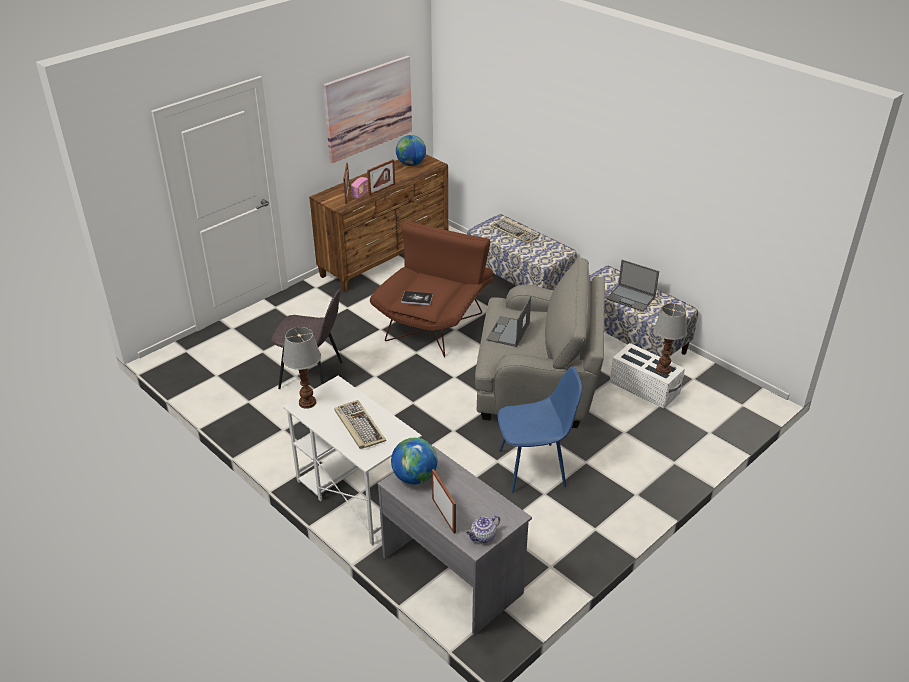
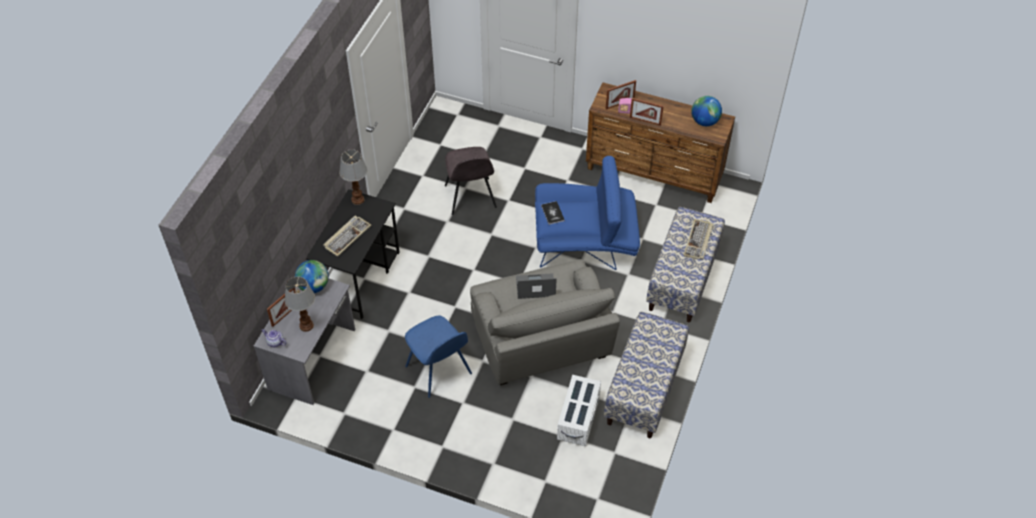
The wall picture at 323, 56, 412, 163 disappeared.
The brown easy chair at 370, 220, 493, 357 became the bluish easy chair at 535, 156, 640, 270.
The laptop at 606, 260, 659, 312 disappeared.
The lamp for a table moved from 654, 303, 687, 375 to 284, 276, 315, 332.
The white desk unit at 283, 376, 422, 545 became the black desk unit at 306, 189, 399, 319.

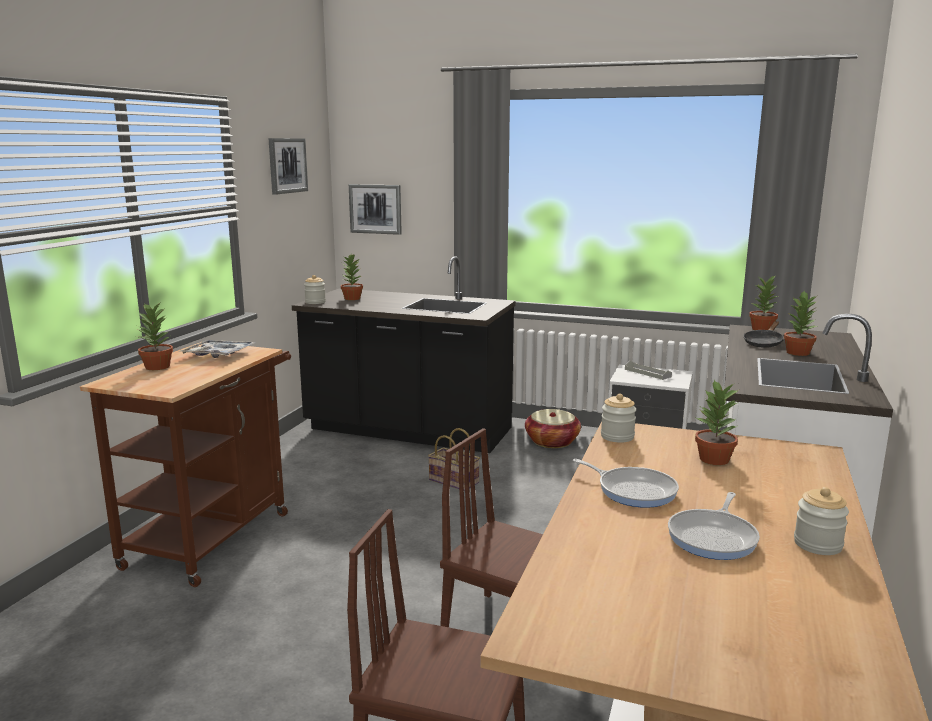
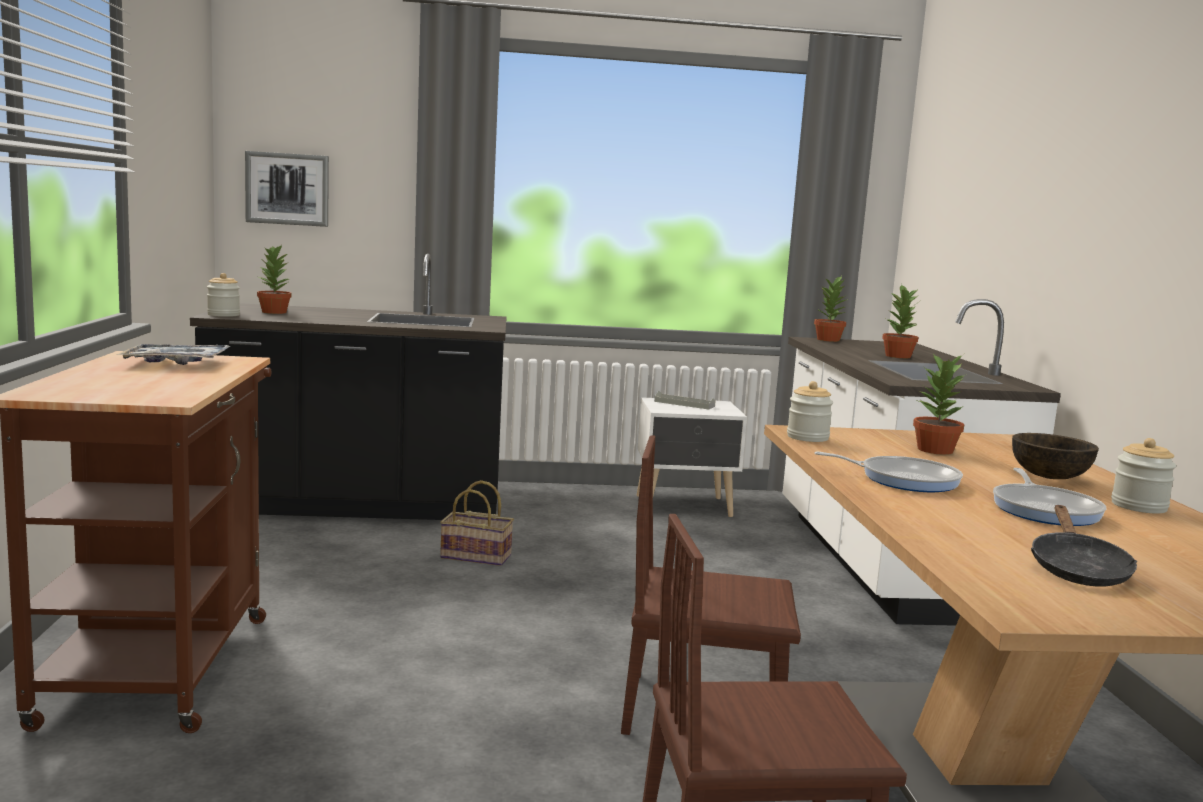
The wall picture at 268, 138, 308, 195 disappeared.
The potted plant at 136, 303, 173, 370 disappeared.
The black skillet moved from 744, 321, 784, 348 to 1031, 505, 1137, 587.
The storage basket at 525, 409, 581, 448 disappeared.
The brown serving bowl at 1012, 433, 1099, 479 appeared.

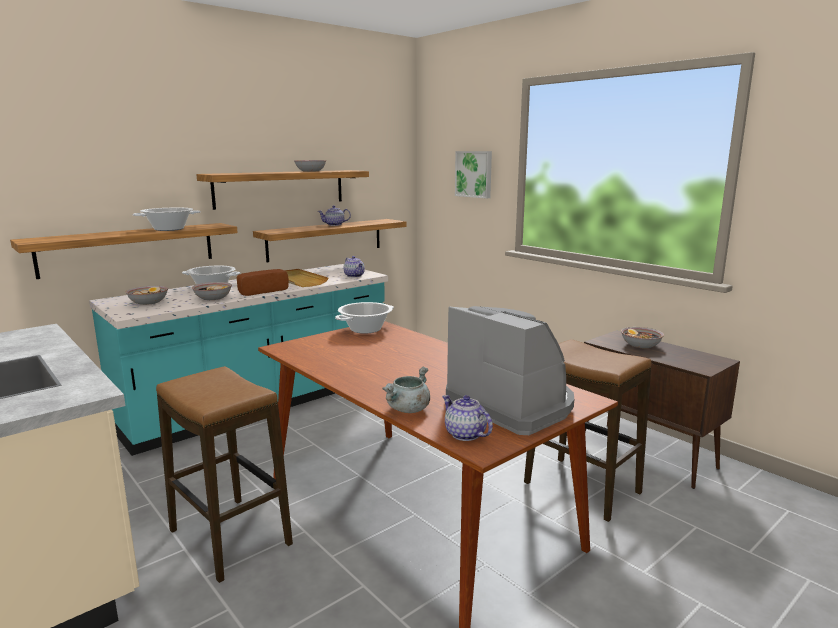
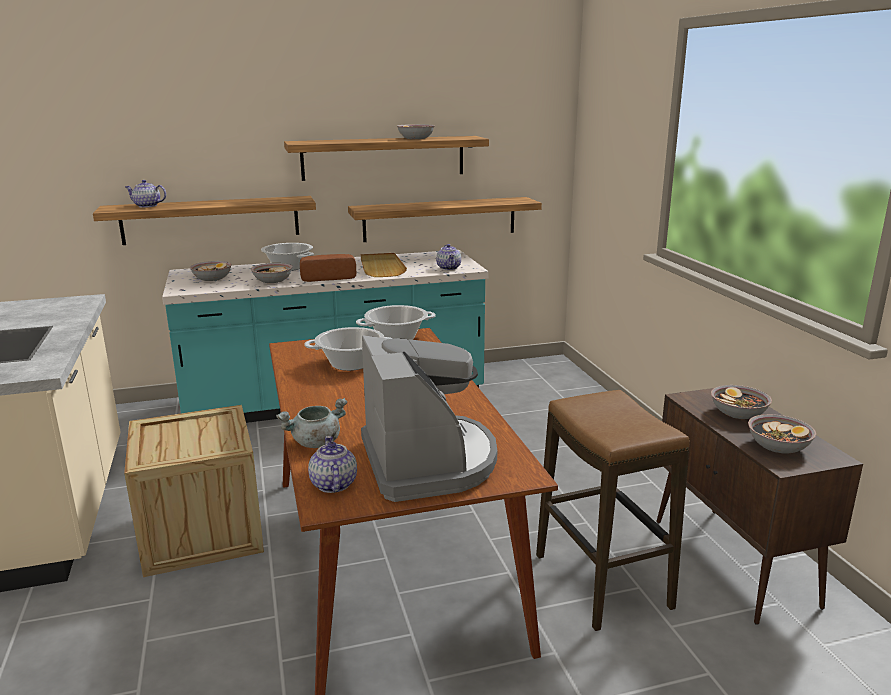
The wall picture at 455, 151, 492, 199 disappeared.
The pot for tea moved from 318, 206, 351, 226 to 125, 180, 166, 208.
The cooking pot moved from 132, 208, 201, 231 to 304, 327, 393, 371.
The stool seat at 156, 366, 293, 583 was replaced by the crate at 124, 405, 264, 577.
The serving bowl at 748, 414, 816, 454 appeared.

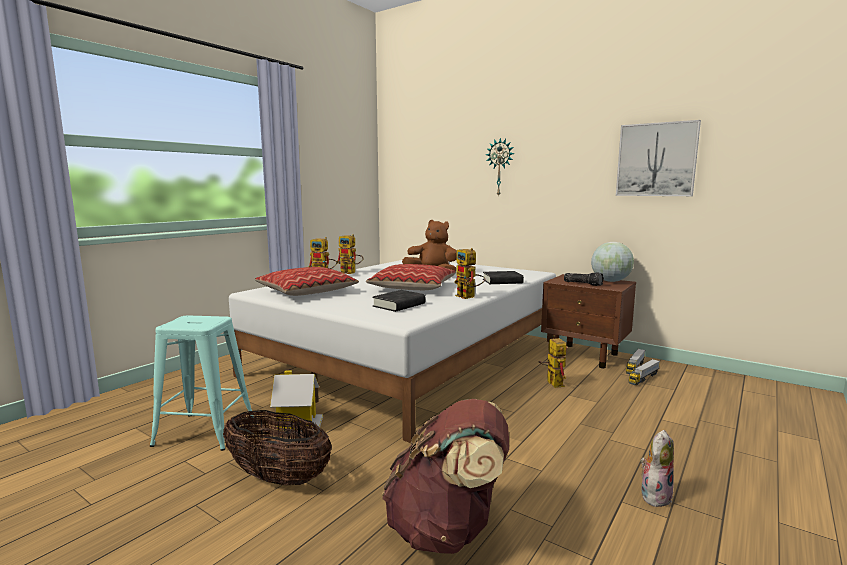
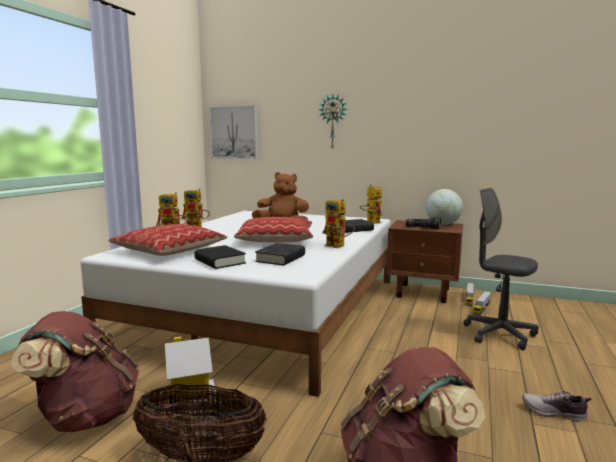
The wall picture moved from 616, 120, 701, 196 to 209, 105, 258, 159.
The turquoise stool seat at 150, 315, 254, 451 was replaced by the brown knapsack at 11, 311, 139, 432.
The model robot moved from 539, 335, 567, 388 to 360, 184, 383, 224.
The plush toy at 641, 430, 674, 507 was replaced by the shoe at 522, 391, 592, 422.
The gray office chair at 463, 188, 539, 350 appeared.
The black volume at 195, 245, 246, 269 appeared.

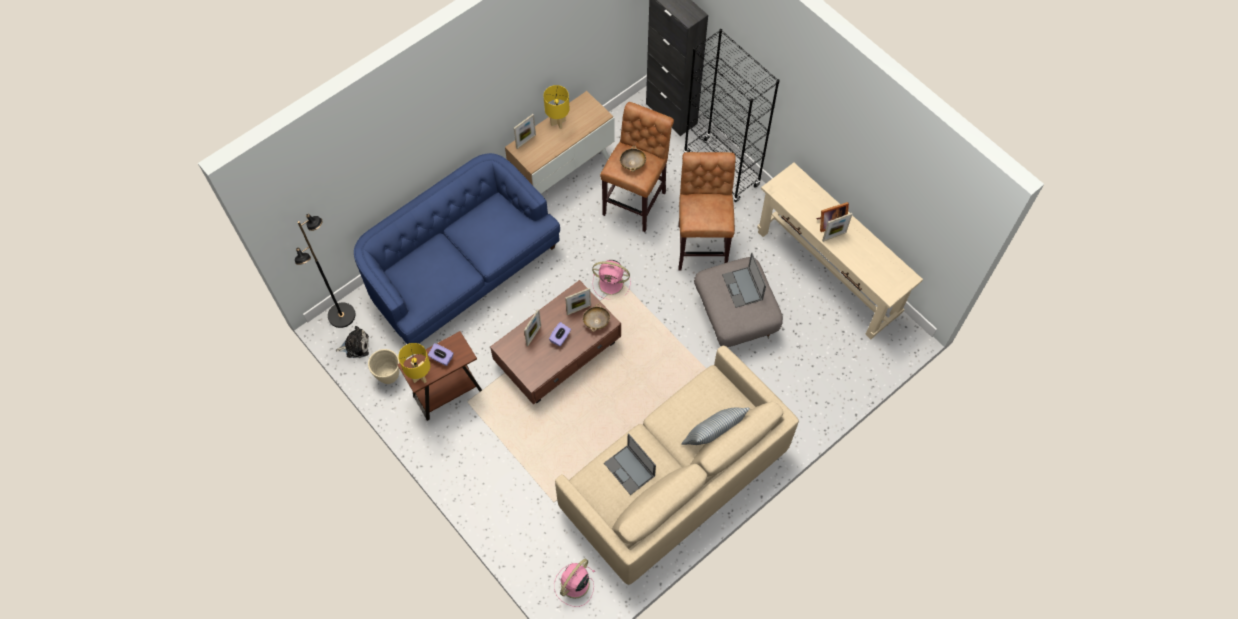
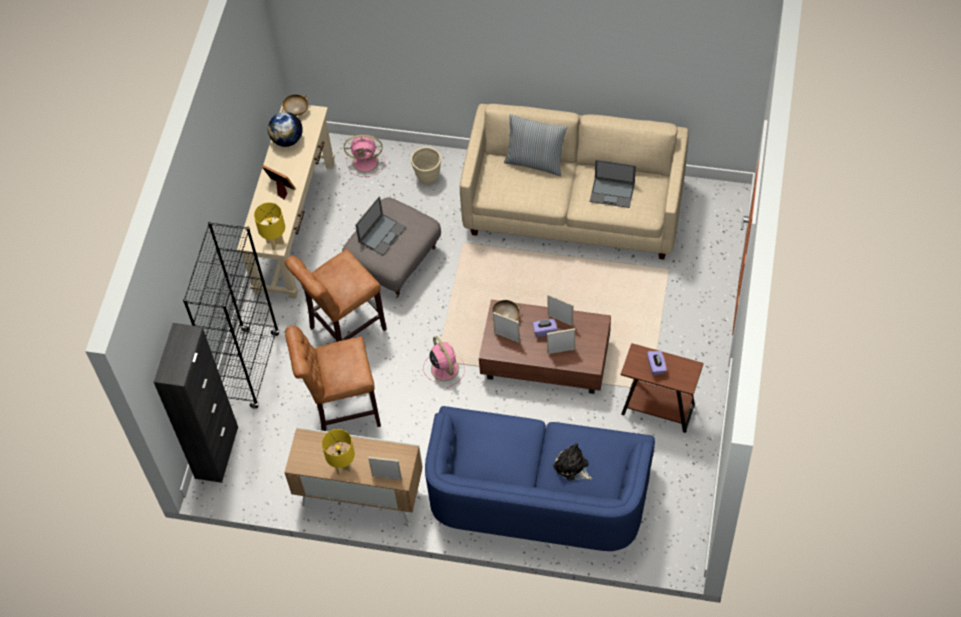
The beige serving bowl moved from 620, 146, 646, 172 to 281, 94, 309, 116.
The photo frame moved from 822, 213, 852, 242 to 547, 294, 573, 326.
The black floor lamp at 295, 214, 355, 328 disappeared.
The plush toy moved from 336, 326, 369, 358 to 553, 443, 592, 481.
The yellowish lamp for a table moved from 398, 343, 430, 383 to 254, 202, 285, 250.
The beige flower pot moved from 368, 349, 400, 384 to 411, 147, 441, 185.
The laptop at 604, 433, 656, 495 turned 90 degrees clockwise.
The pinkish fan moved from 554, 558, 595, 607 to 344, 134, 385, 177.
The world globe at 268, 112, 303, 147 appeared.

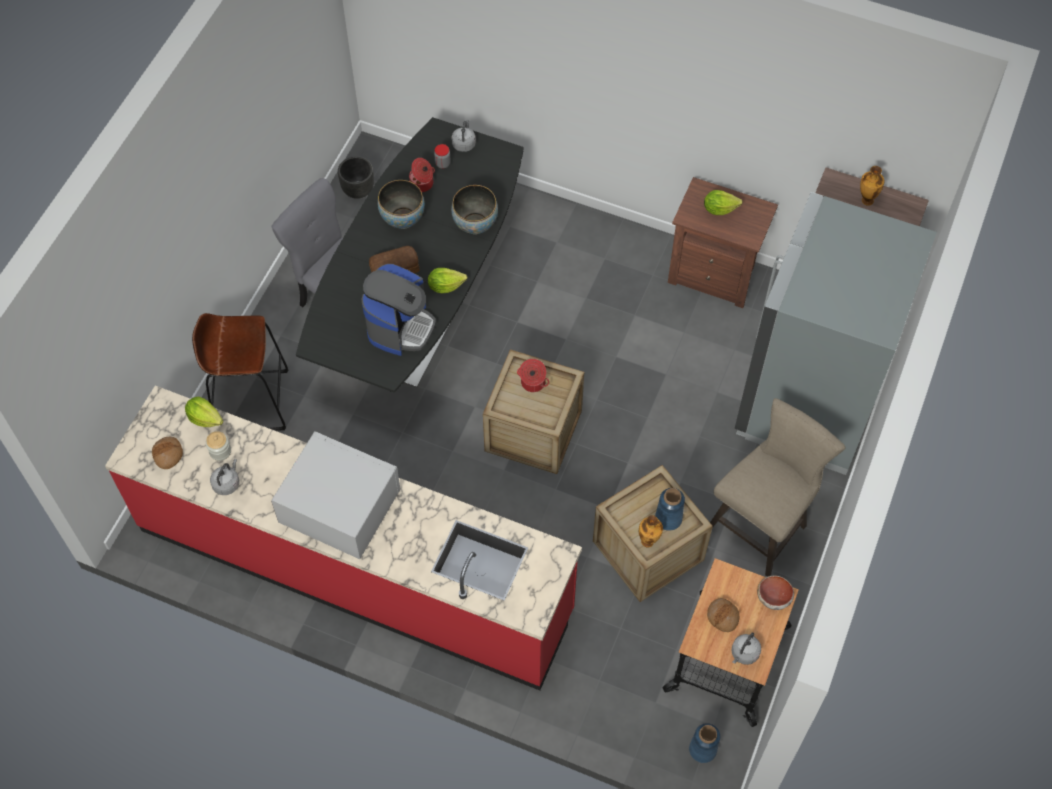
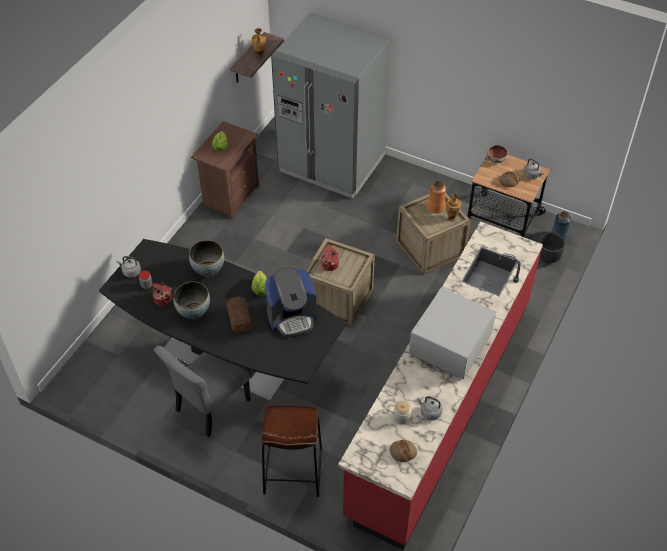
The black flower pot moved from 338, 156, 374, 199 to 539, 233, 565, 264.
The coffee brewer at 362, 264, 436, 356 turned 135 degrees clockwise.
The head of lettuce at 185, 397, 223, 427 disappeared.
The beige stool seat at 710, 398, 845, 577 disappeared.
The bluish decorative vase at 655, 488, 685, 531 became the orangey decorative vase at 428, 181, 446, 213.

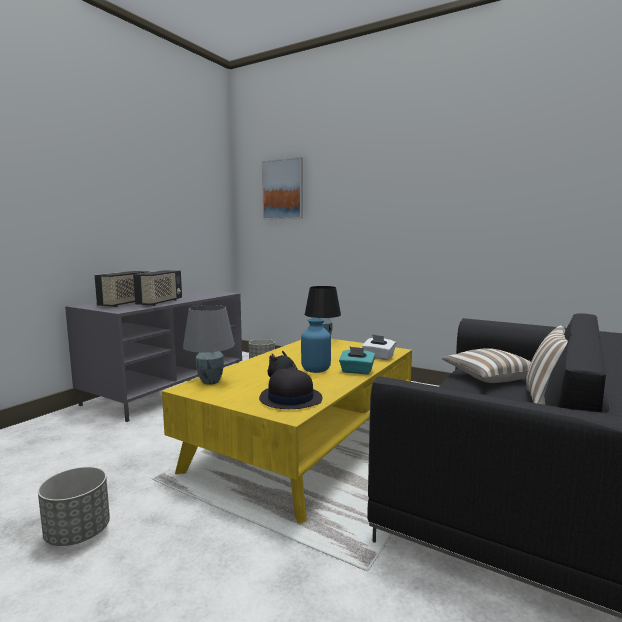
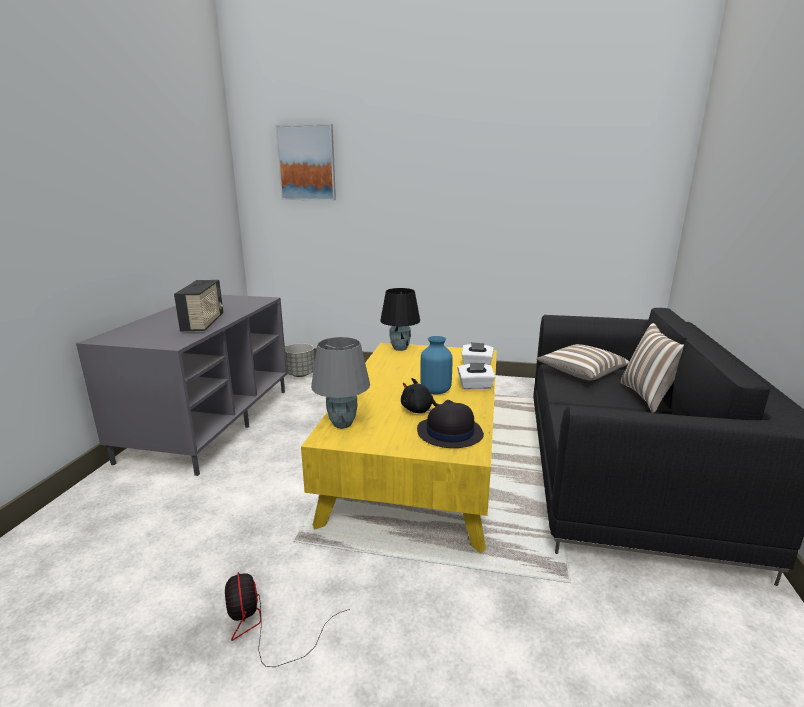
The radio receiver at 95, 271, 149, 307 disappeared.
The turquoise tissue box at 339, 347, 375, 374 became the white tissue box at 458, 363, 495, 389.
The gray flower pot at 38, 467, 110, 546 was replaced by the fan at 225, 572, 350, 667.

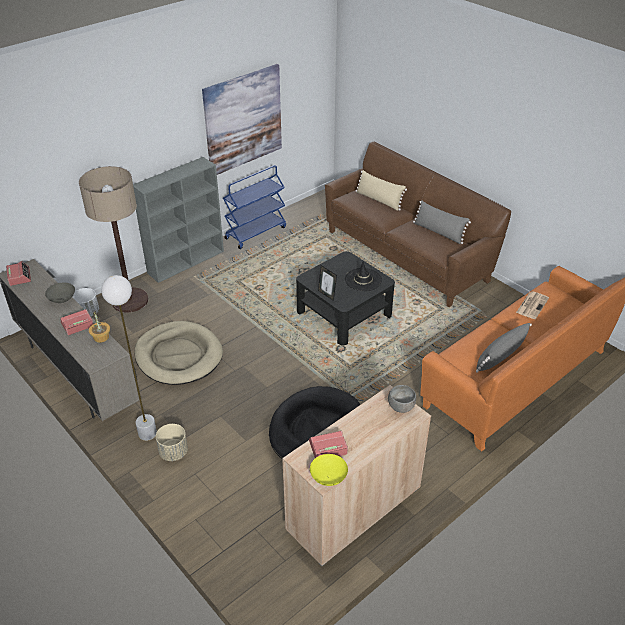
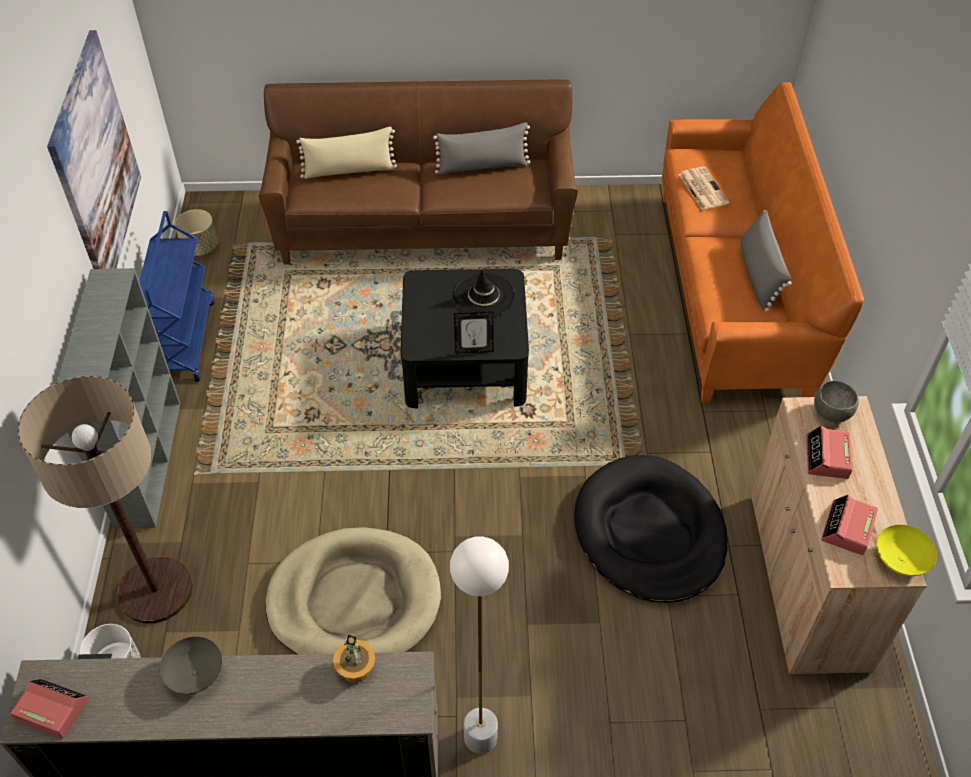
The bedside clock moved from 60, 309, 93, 335 to 806, 426, 853, 479.
The beige flower pot moved from 156, 424, 188, 461 to 175, 209, 218, 256.

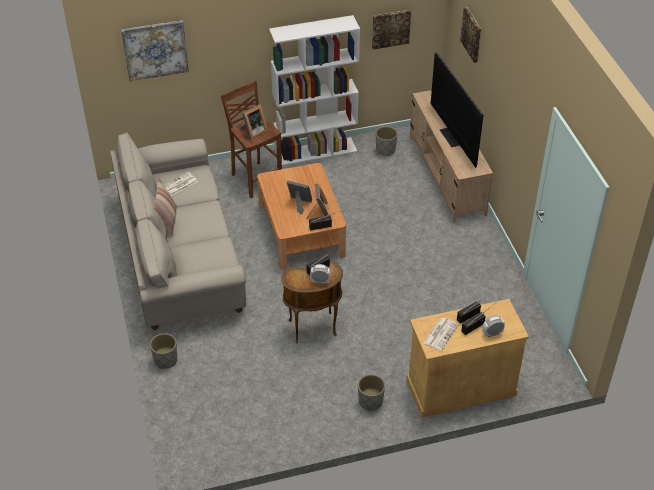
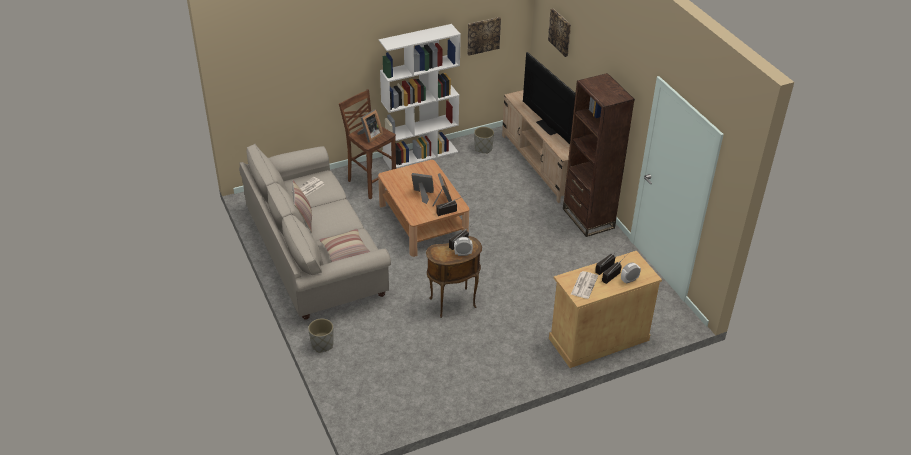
The wall picture at 121, 20, 189, 81 disappeared.
The gray flower pot at 358, 374, 385, 411 disappeared.
The brown bookshelf at 563, 73, 635, 237 appeared.
The cushion at 319, 229, 370, 262 appeared.

